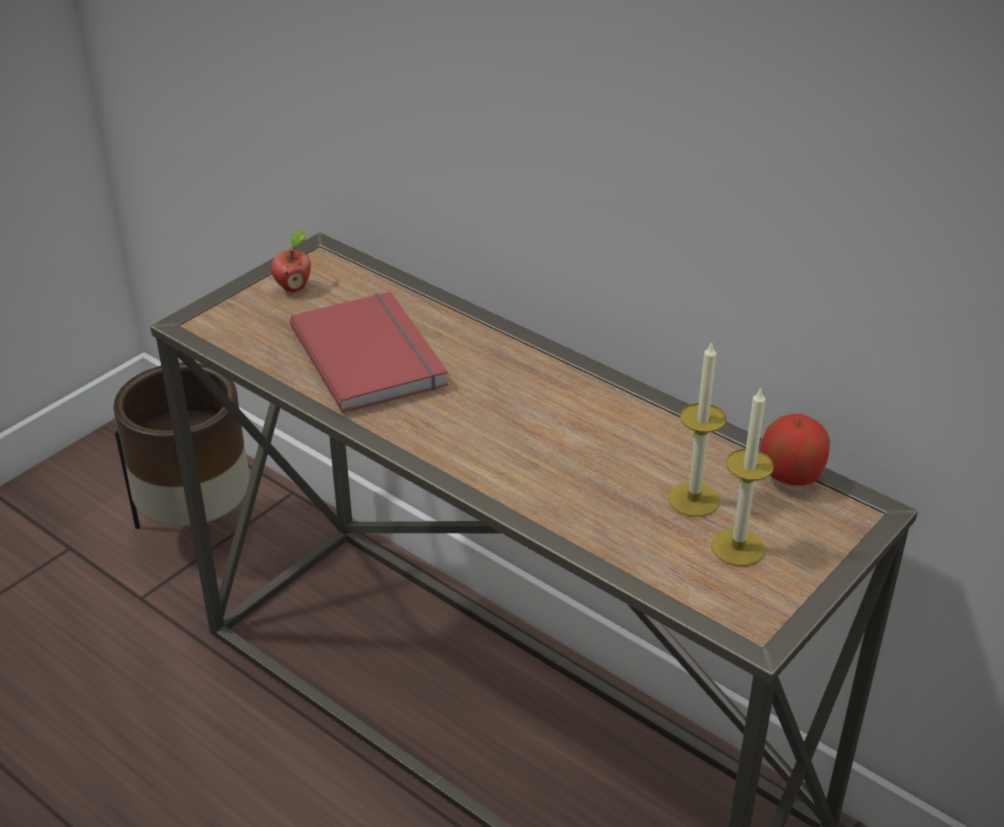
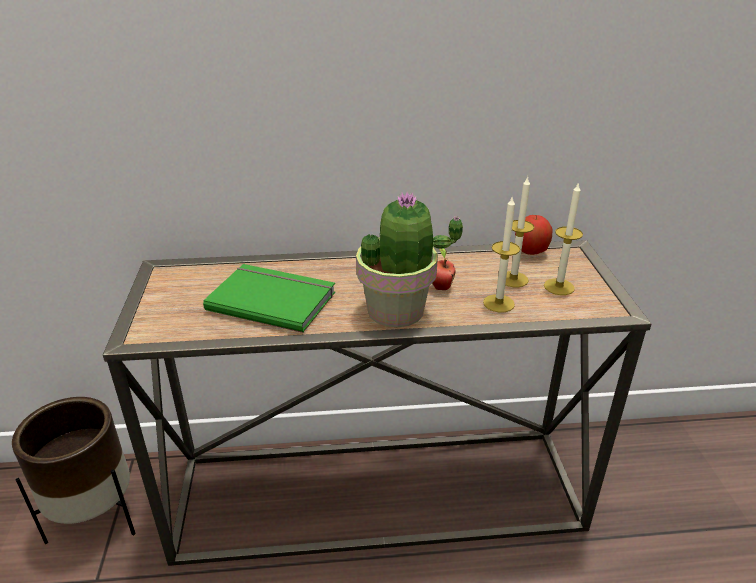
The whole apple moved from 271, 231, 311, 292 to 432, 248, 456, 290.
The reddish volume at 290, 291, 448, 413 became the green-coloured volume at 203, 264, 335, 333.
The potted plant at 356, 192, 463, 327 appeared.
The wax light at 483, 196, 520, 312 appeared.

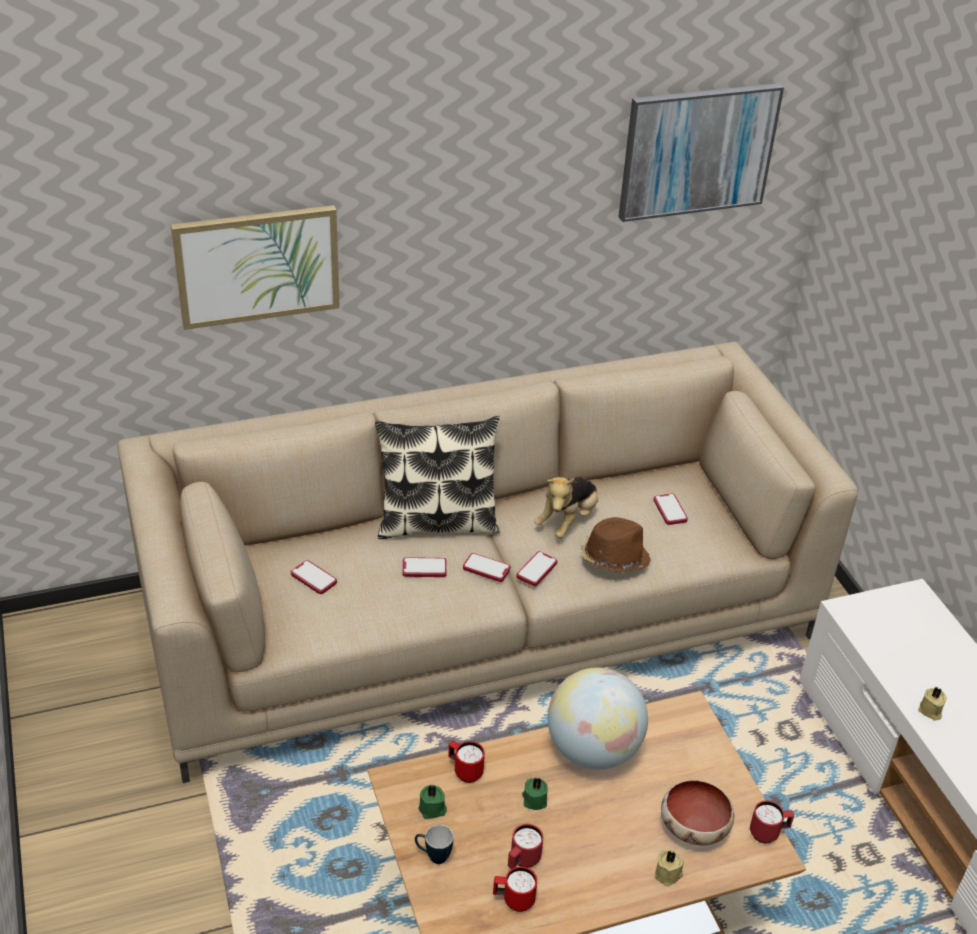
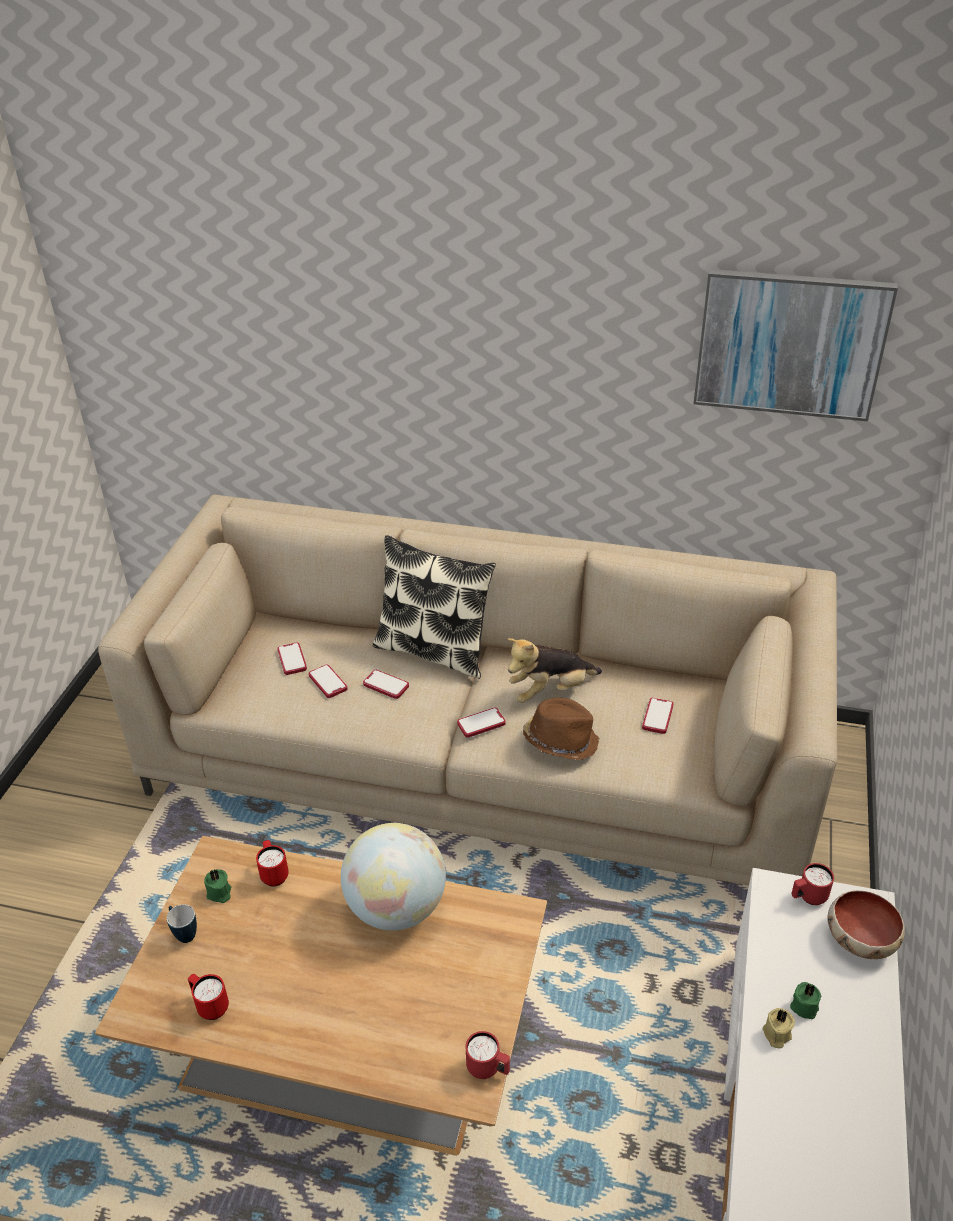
The wall picture at 171, 205, 340, 330 disappeared.
The telephone moved from 463, 553, 510, 582 to 309, 665, 348, 698.
The green-coloured wax light moved from 522, 778, 548, 810 to 790, 982, 821, 1019.
The serving bowl moved from 661, 780, 734, 846 to 827, 890, 905, 959.
The reddish coffee mug moved from 508, 824, 543, 869 to 792, 863, 834, 905.
The beige wax light at 655, 850, 684, 886 disappeared.

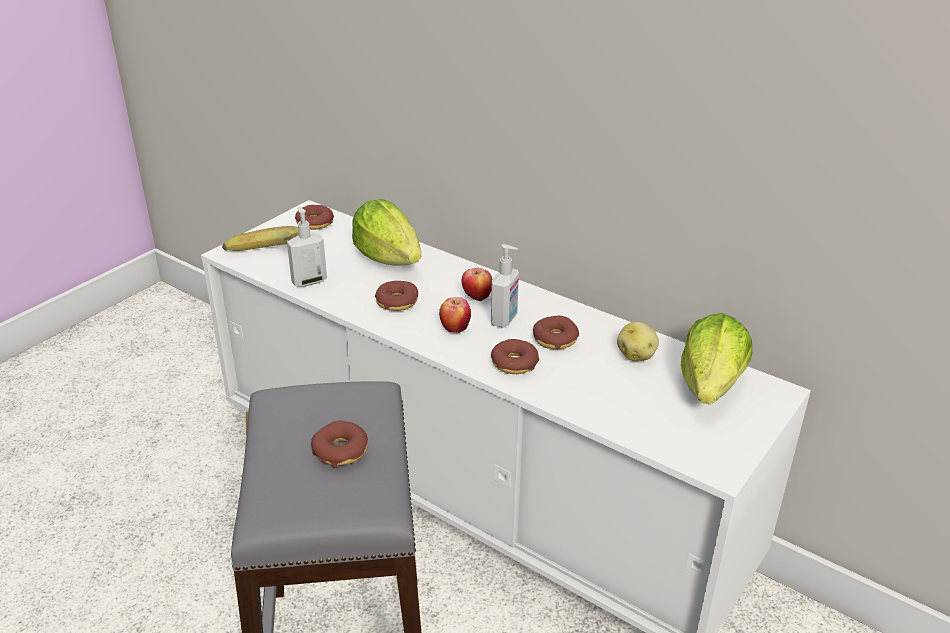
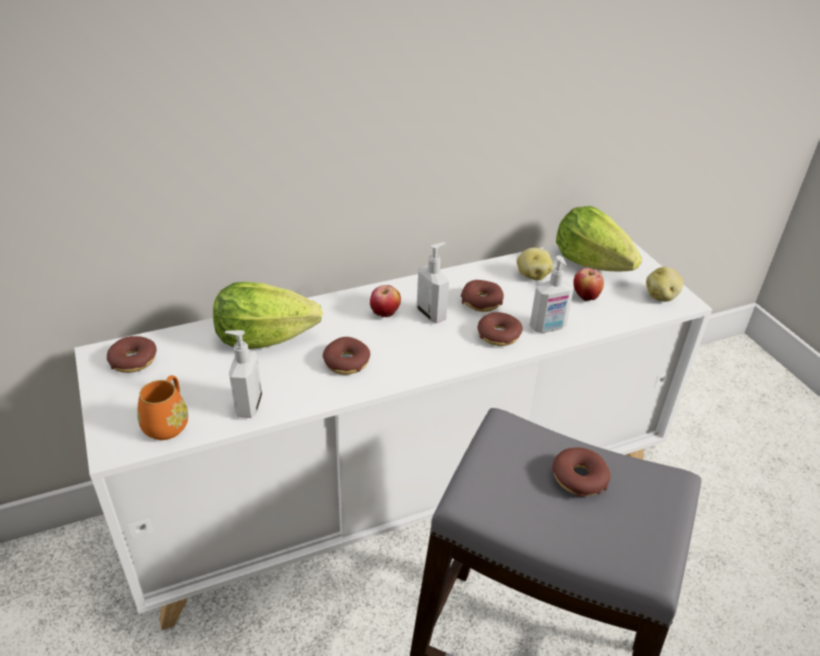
The banana fruit at 222, 226, 299, 251 was replaced by the orangey coffee mug at 137, 375, 188, 440.
The whole apple moved from 439, 297, 471, 333 to 574, 268, 604, 301.
The soap bottle at 530, 255, 574, 333 appeared.
The potato at 646, 267, 683, 302 appeared.

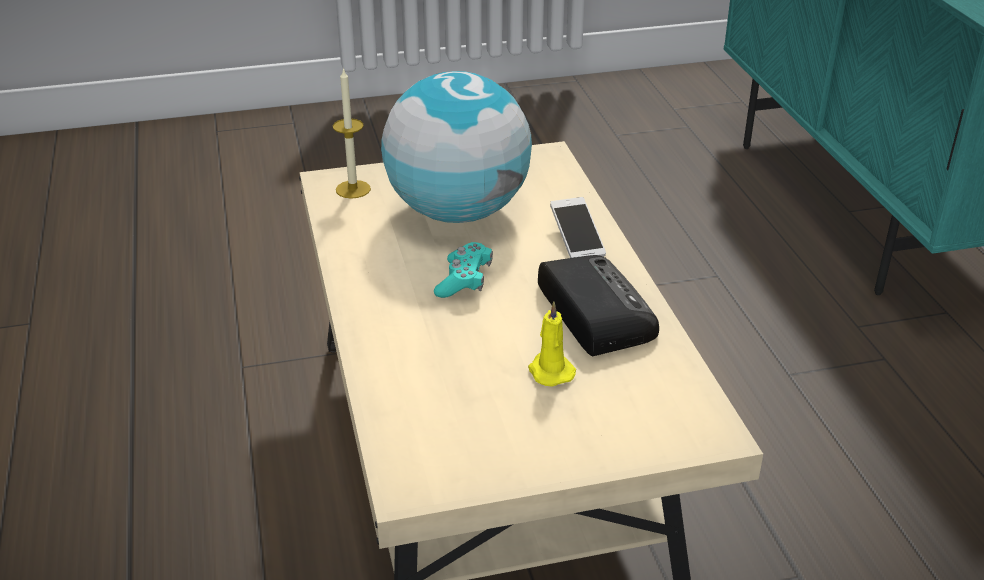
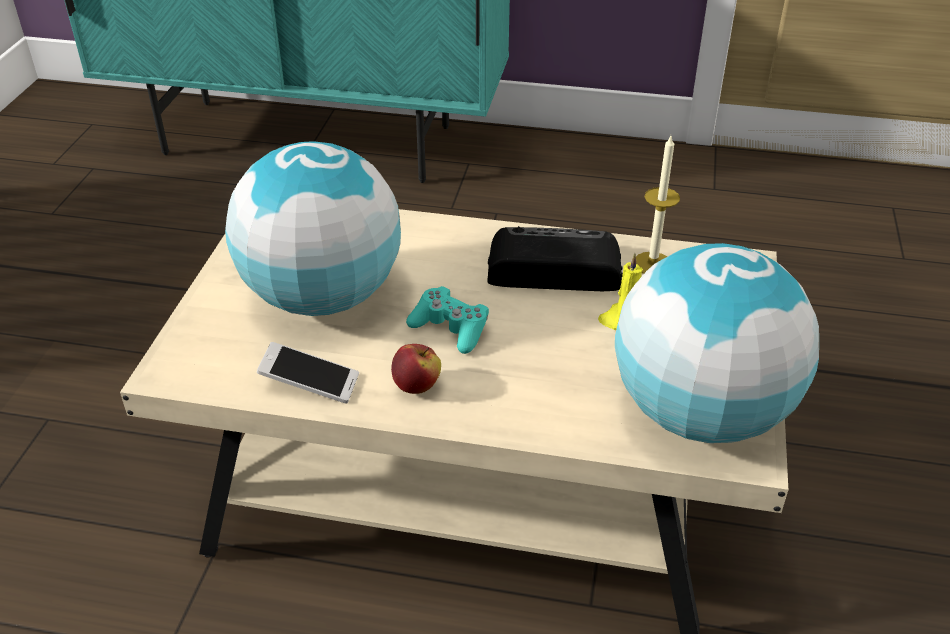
The wax light moved from 333, 67, 371, 199 to 636, 136, 680, 274.
The telephone moved from 550, 197, 606, 258 to 257, 342, 359, 403.
The world globe at 615, 243, 819, 443 appeared.
The whole apple at 391, 344, 441, 394 appeared.

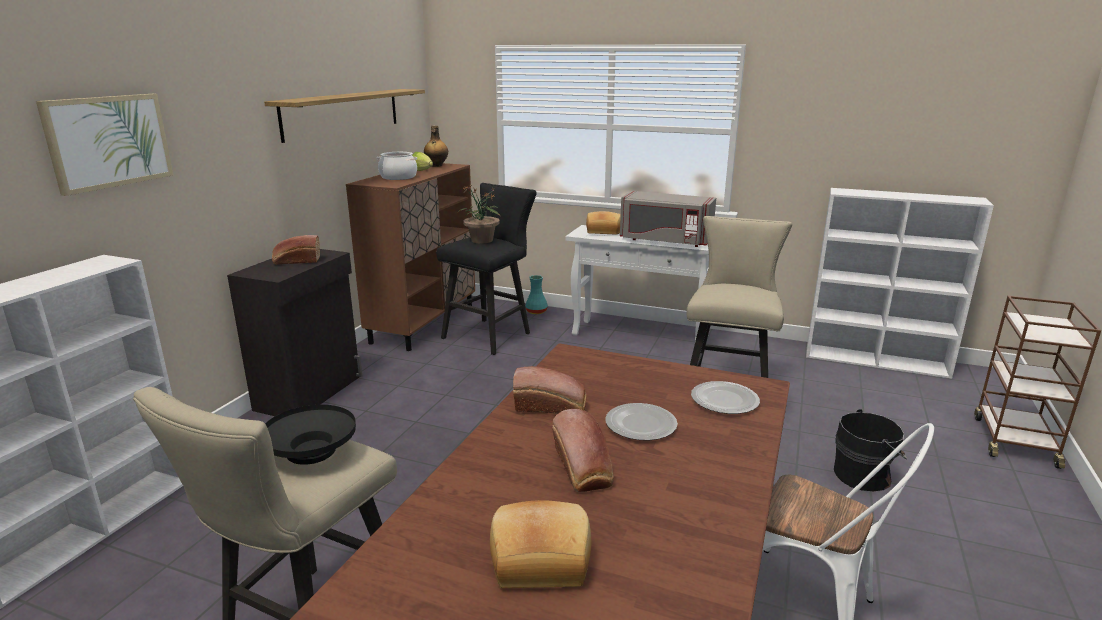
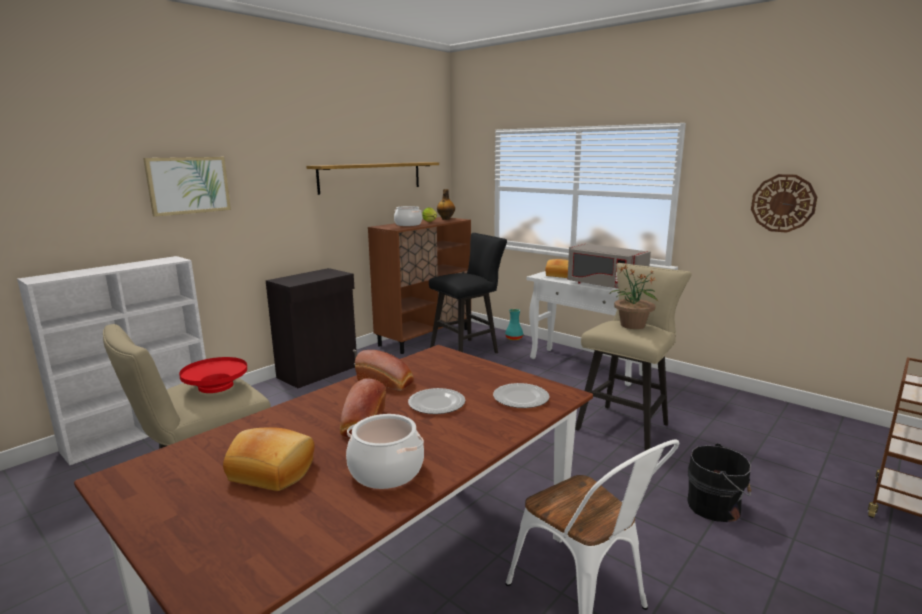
The potted plant moved from 458, 184, 500, 243 to 609, 264, 659, 329.
The white bookshelf at 806, 188, 994, 379 disappeared.
The bakery bread at 272, 235, 320, 265 disappeared.
The black serving bowl at 265, 405, 356, 465 became the reddish serving bowl at 179, 357, 247, 393.
The wall clock at 751, 174, 817, 233 appeared.
The cooking pot at 346, 414, 424, 489 appeared.

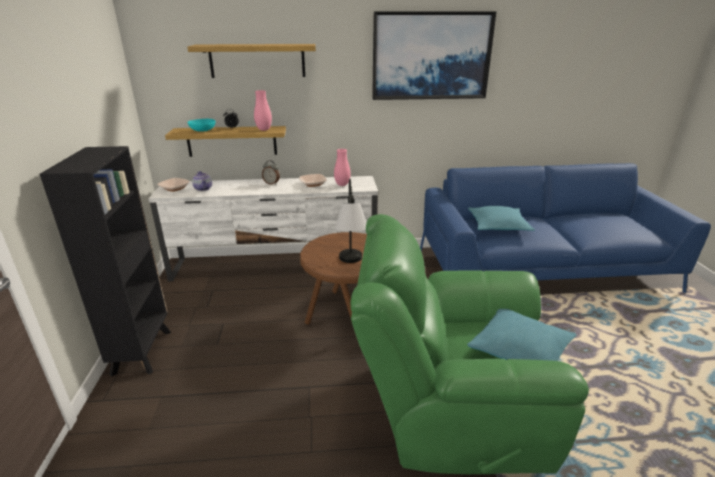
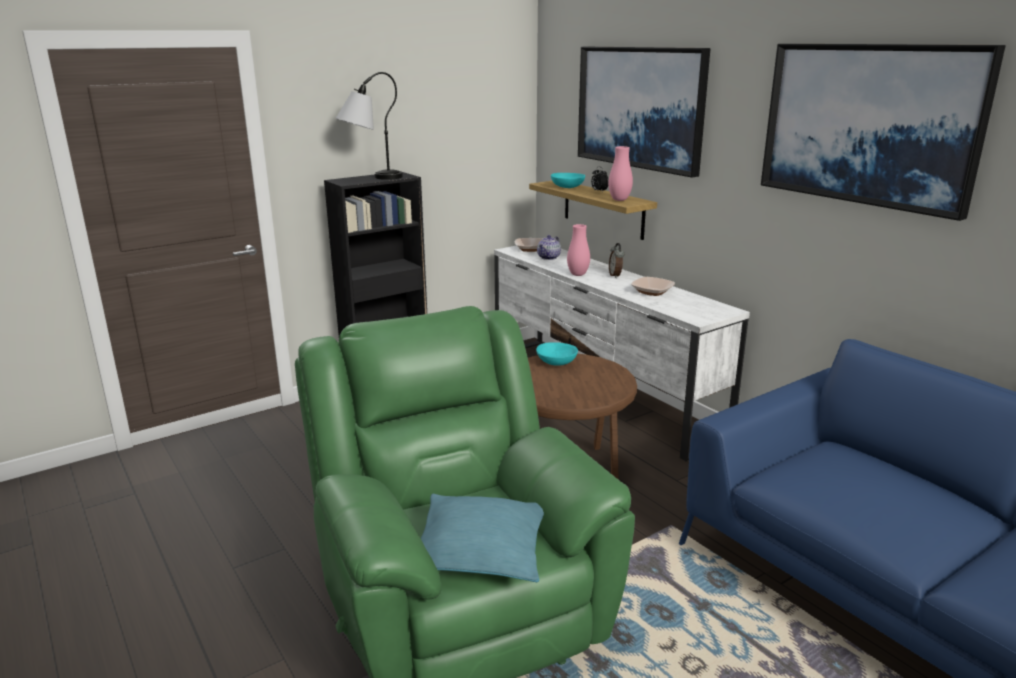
The wall shelf at 187, 44, 316, 78 was replaced by the wall picture at 578, 47, 711, 178.
The pinkish decorative vase moved from 334, 149, 351, 186 to 567, 224, 590, 276.
The lamp for a table moved from 335, 179, 367, 263 to 335, 72, 403, 180.
The turquoise cushion at 468, 206, 535, 231 disappeared.
The turquoise serving bowl at 536, 342, 578, 366 appeared.

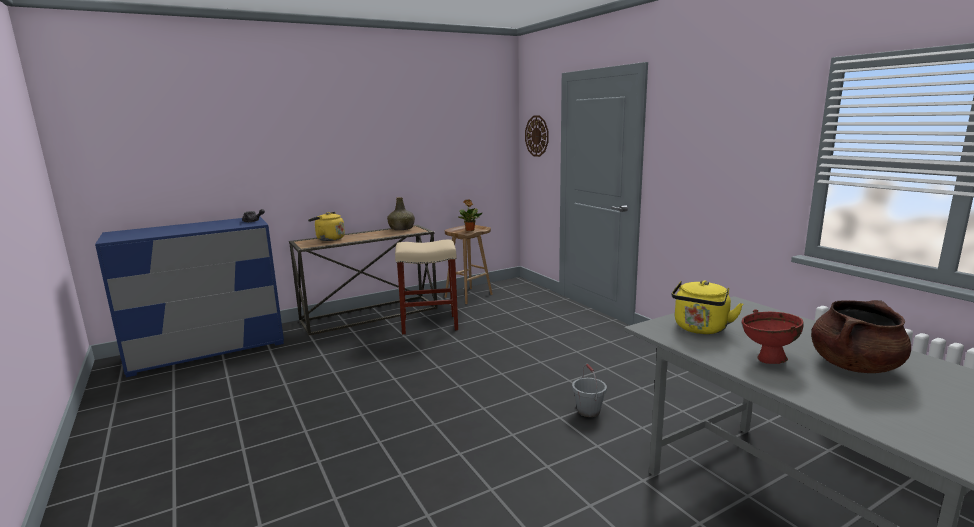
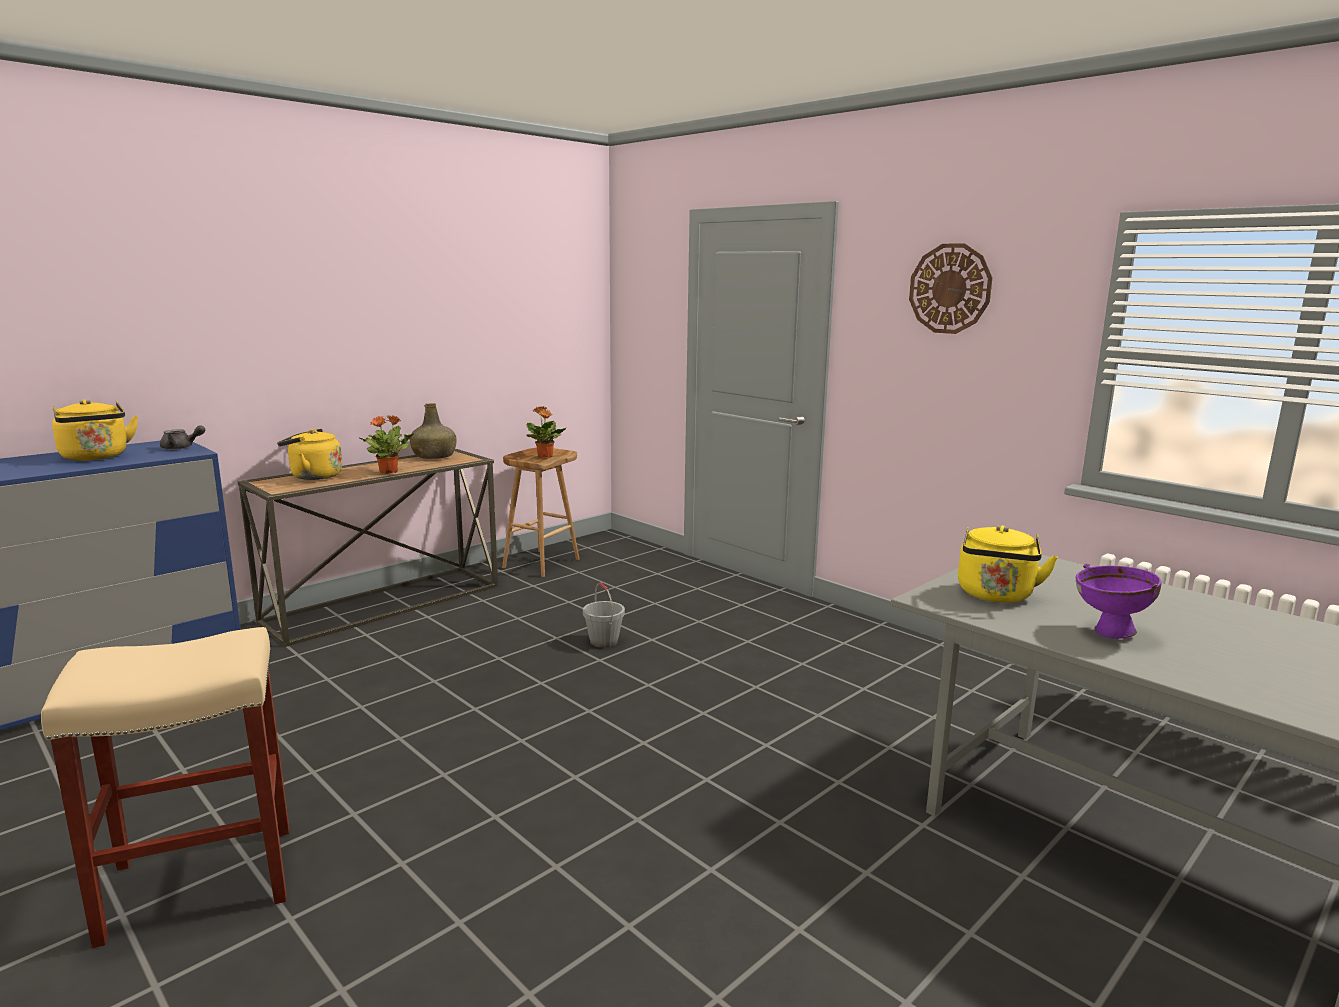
The wall clock moved from 525, 115, 549, 157 to 909, 243, 993, 334.
The beige stool seat moved from 395, 240, 458, 334 to 41, 627, 289, 948.
The brown cooking pot at 811, 300, 911, 373 disappeared.
The reddish serving bowl at 741, 309, 804, 364 became the purple serving bowl at 1076, 563, 1162, 639.
The gray water bucket moved from 572, 364, 607, 417 to 583, 582, 625, 648.
The yellowish tea kettle at 52, 399, 138, 461 appeared.
The potted plant at 358, 415, 414, 474 appeared.

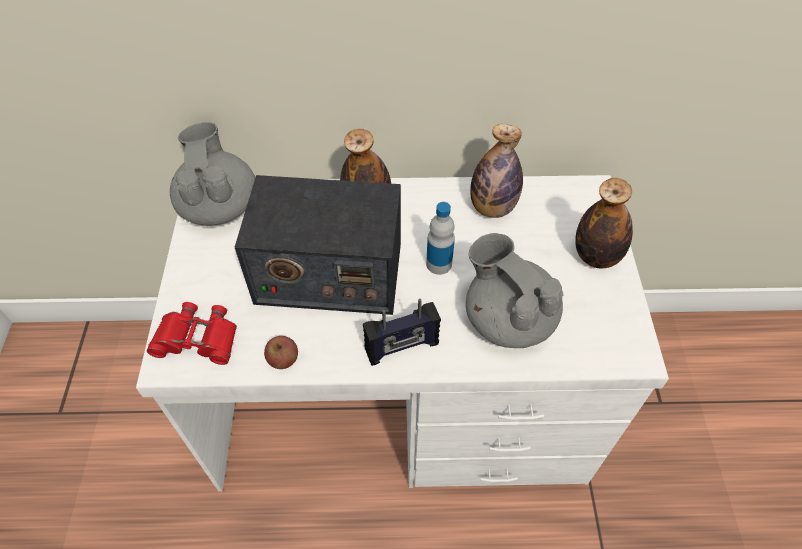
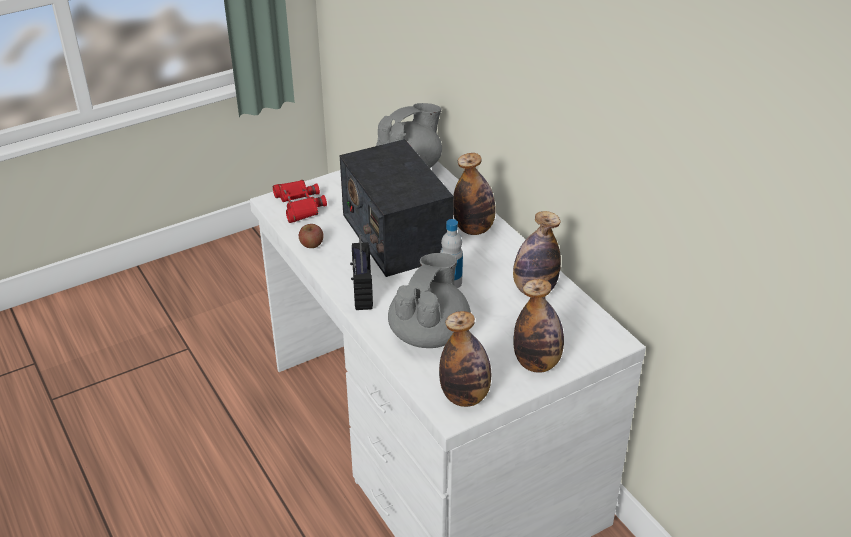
The radio receiver at 363, 299, 441, 366 turned 45 degrees clockwise.
The drink bottle at 439, 311, 491, 407 appeared.

